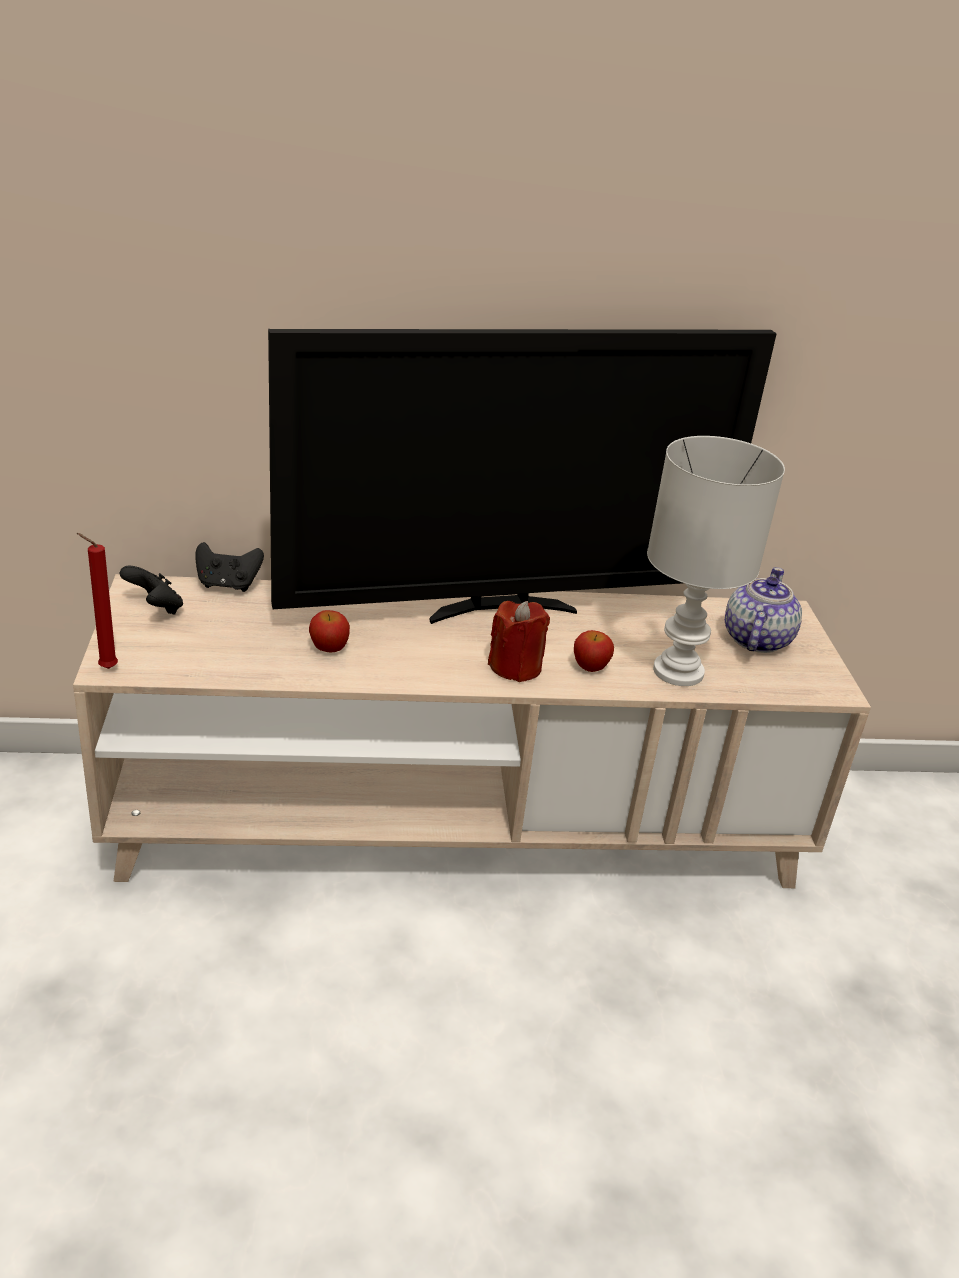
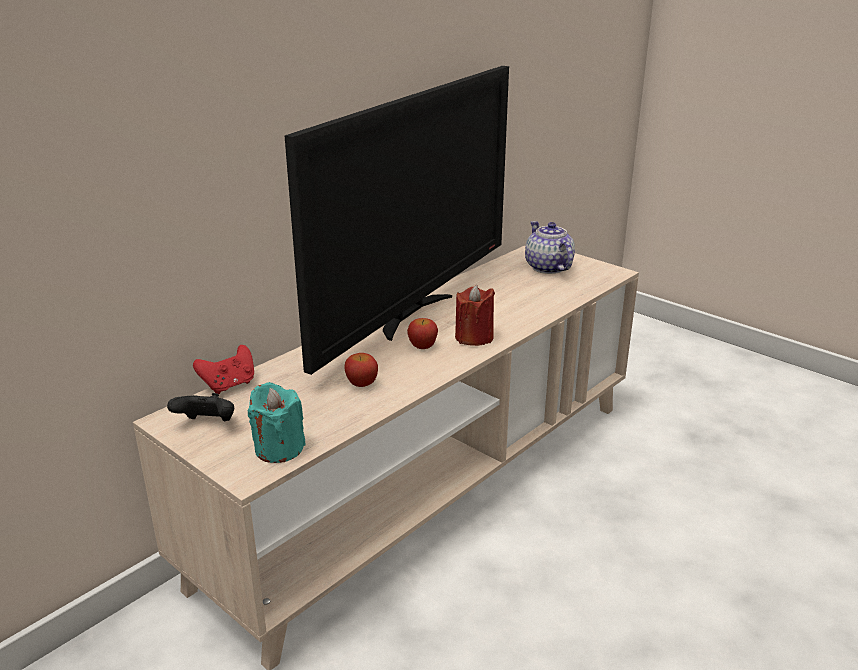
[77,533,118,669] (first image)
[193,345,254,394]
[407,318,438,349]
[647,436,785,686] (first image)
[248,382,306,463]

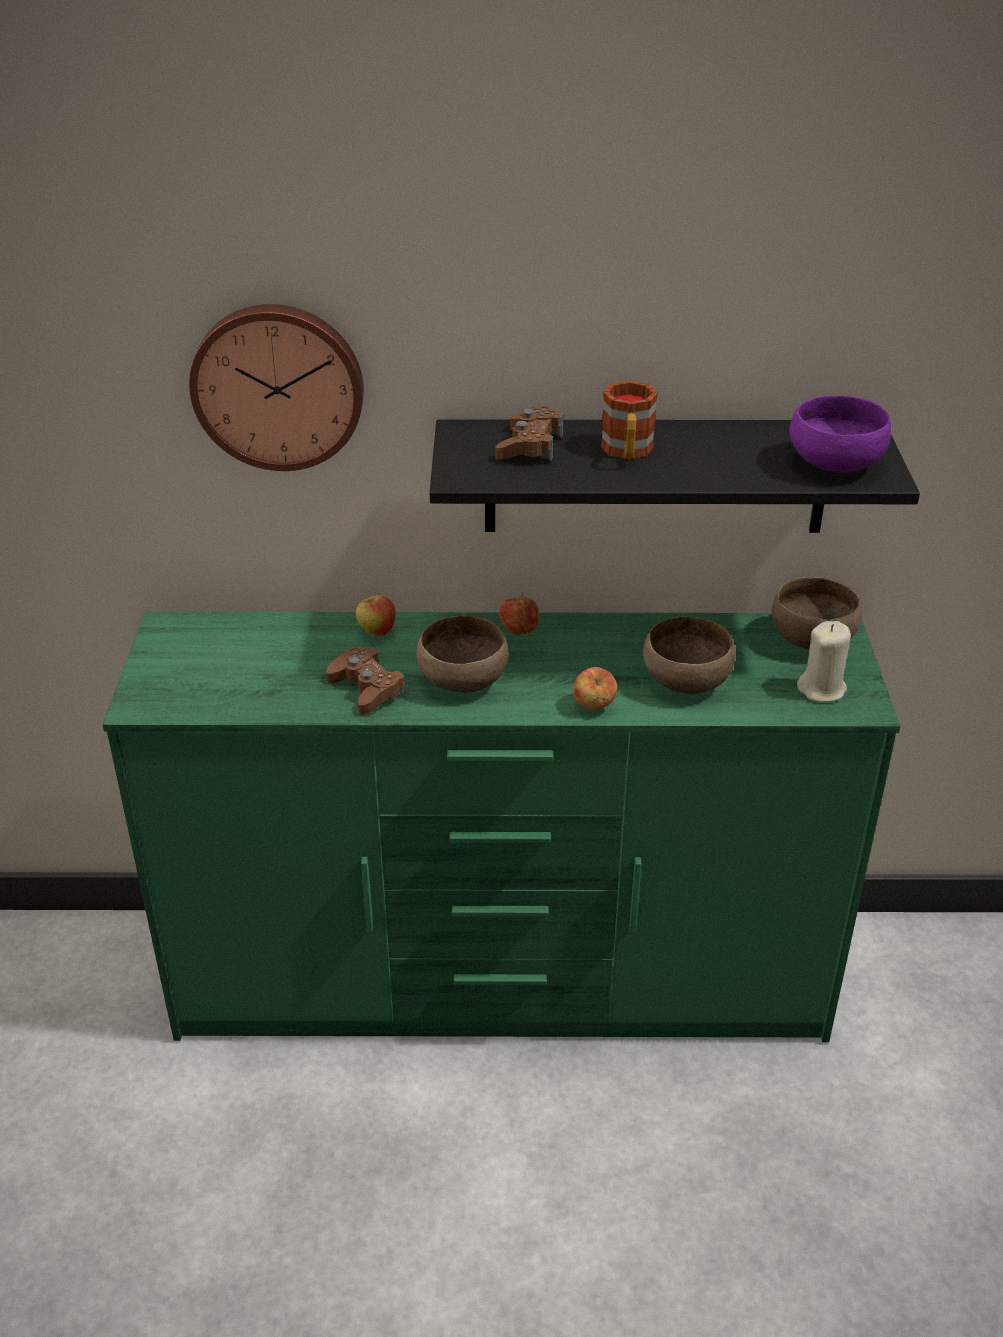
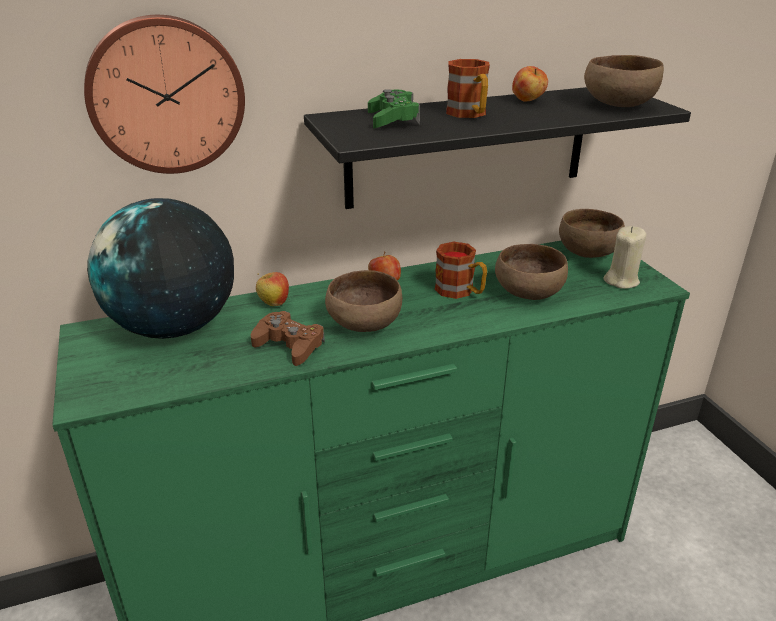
[368,89,420,128]
[512,66,548,102]
[584,55,664,107]
[87,198,234,339]
[435,242,487,299]

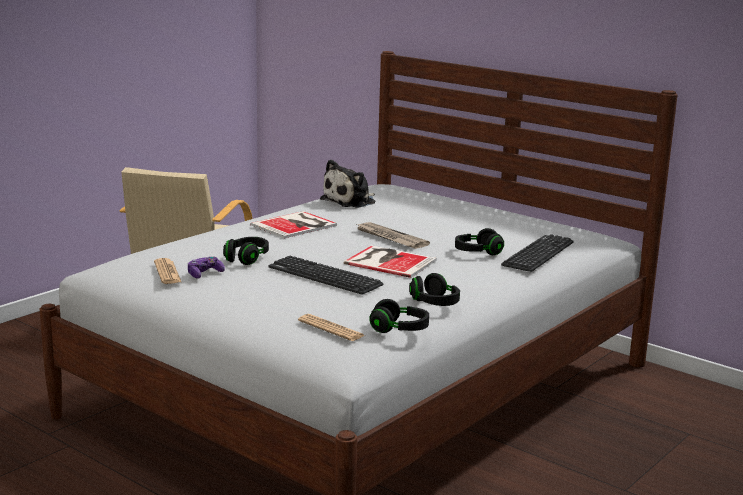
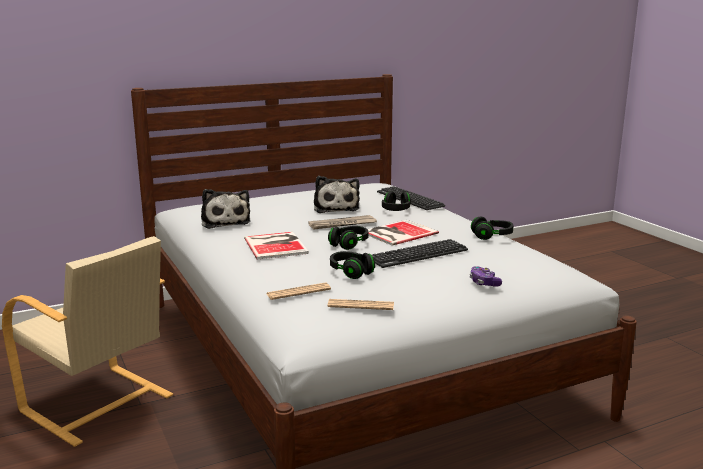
[470,266,502,287]
[267,283,331,300]
[328,226,368,250]
[314,176,360,213]

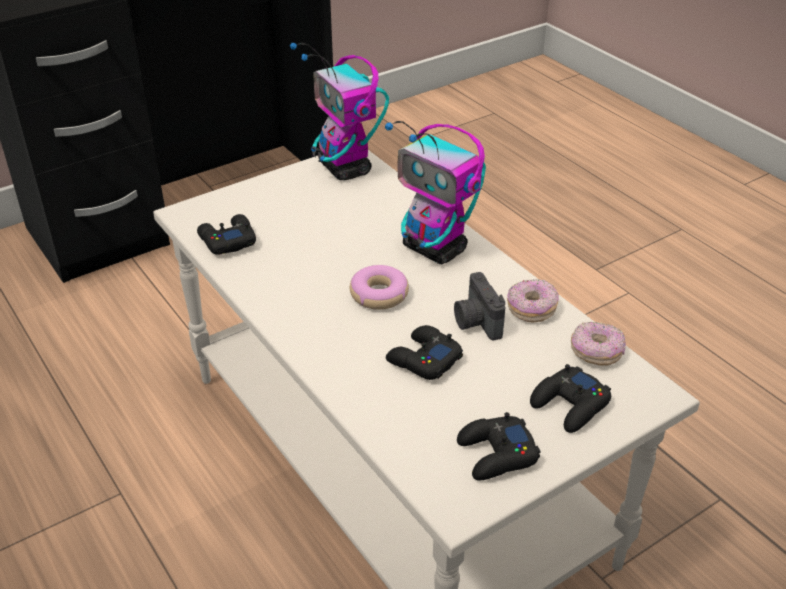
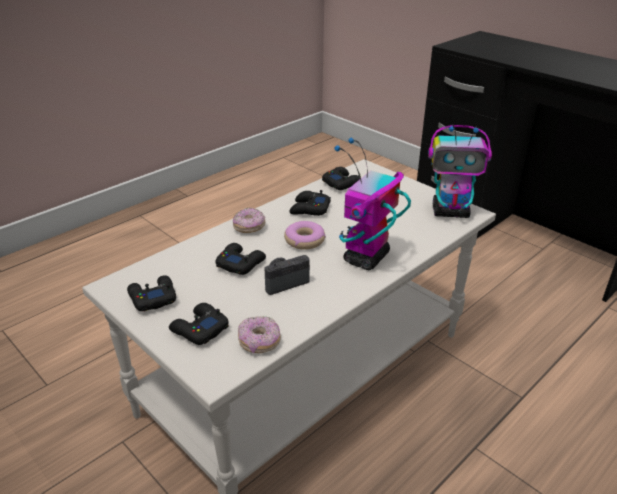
[428,125,492,218]
[233,208,265,233]
[289,190,331,216]

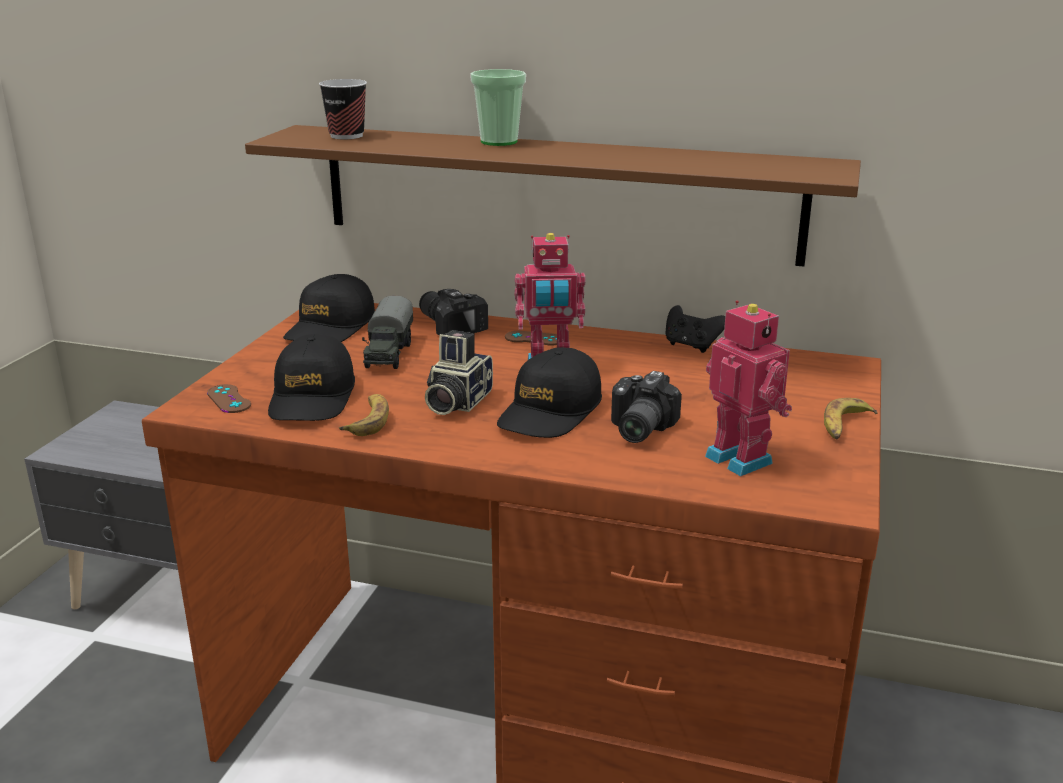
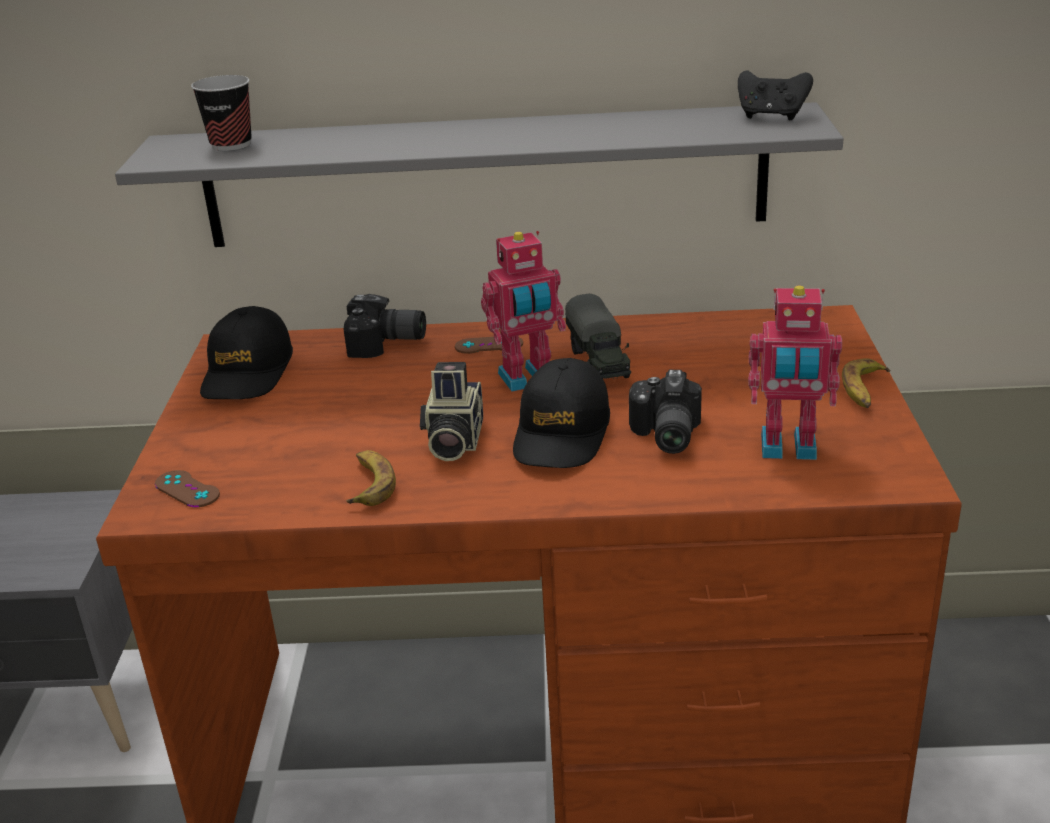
[115,102,844,247]
[268,334,355,421] (first image)
[565,294,631,379]
[344,294,426,358]
[470,69,526,146] (first image)
[738,70,813,120]
[748,285,842,460]

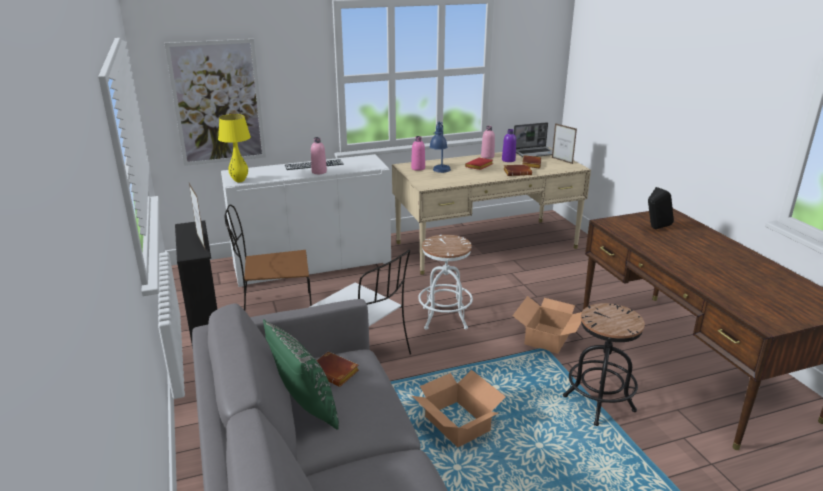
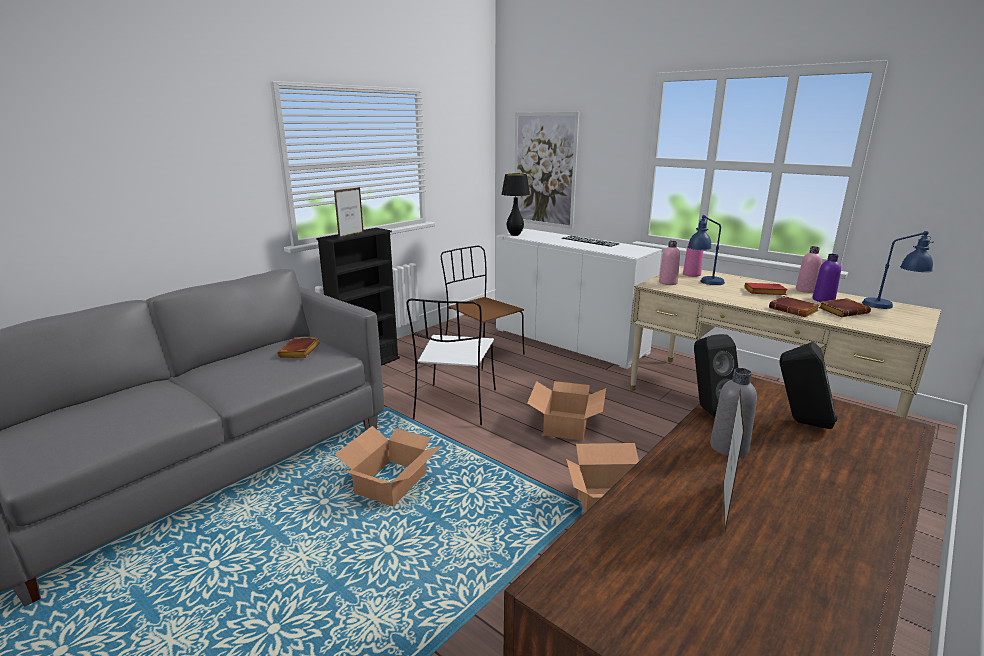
[502,174,530,236]
[263,319,339,430] (first image)
[659,241,680,285]
[527,381,606,441]
[862,231,934,309]
[723,390,745,531]
[563,303,645,426] (first image)
[694,334,738,418]
[710,368,757,457]

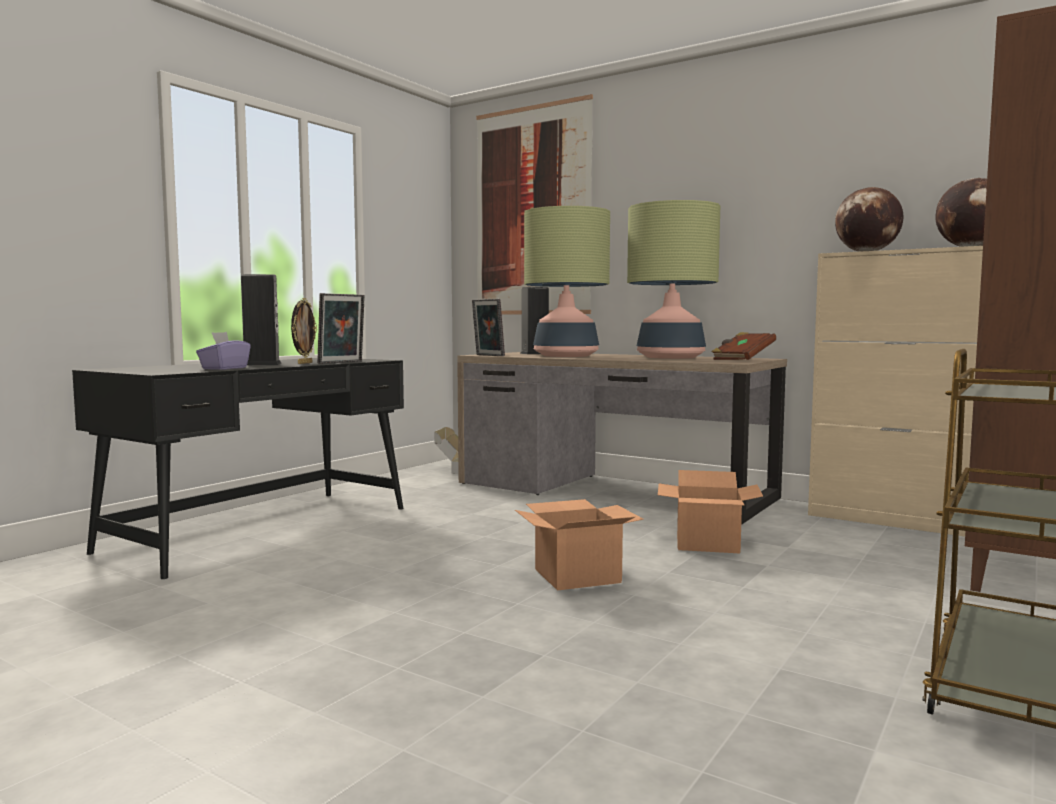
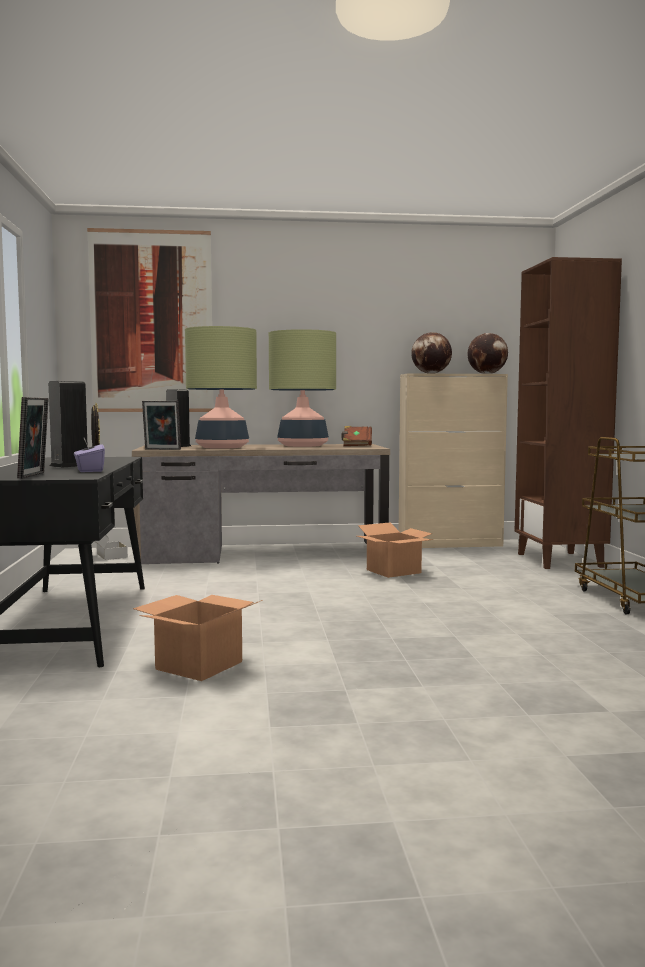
[17,397,49,479]
[133,595,263,681]

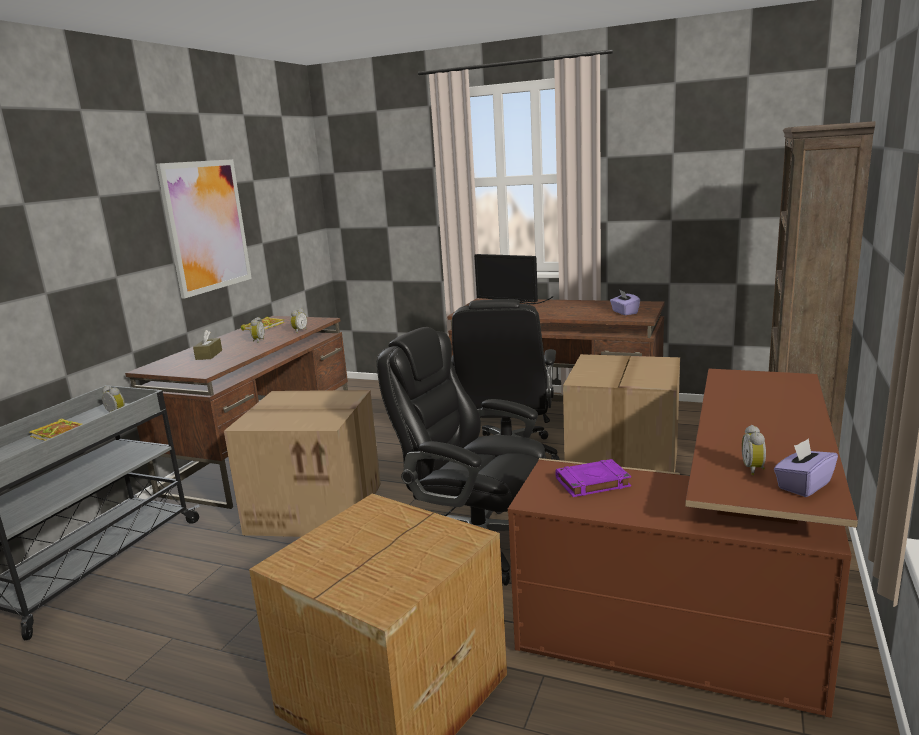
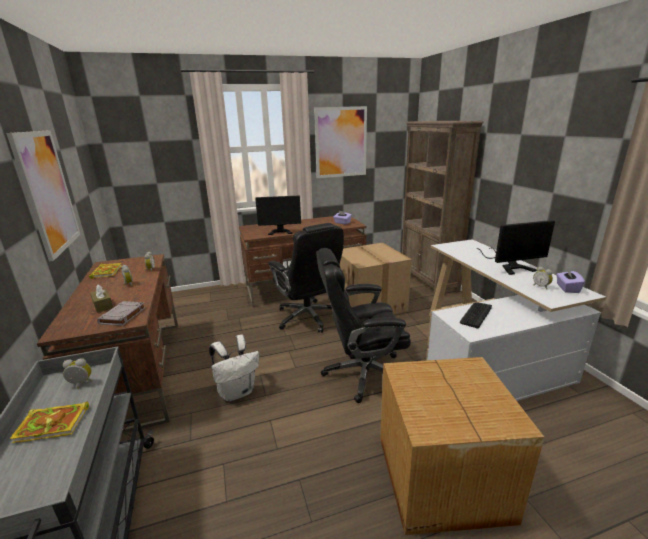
[209,335,259,401]
[426,239,606,401]
[460,302,492,329]
[97,301,145,326]
[314,106,367,178]
[477,220,555,275]

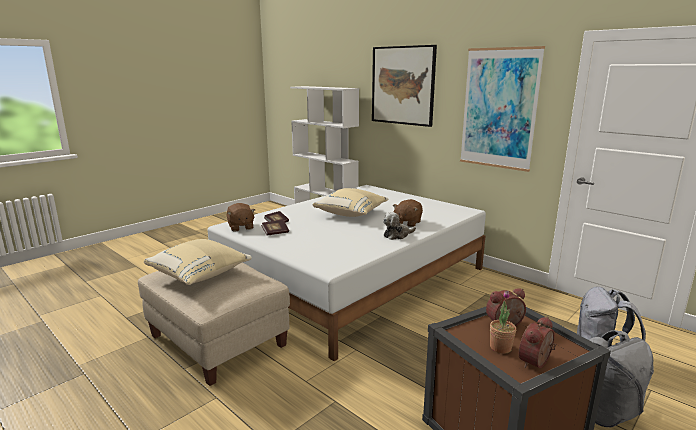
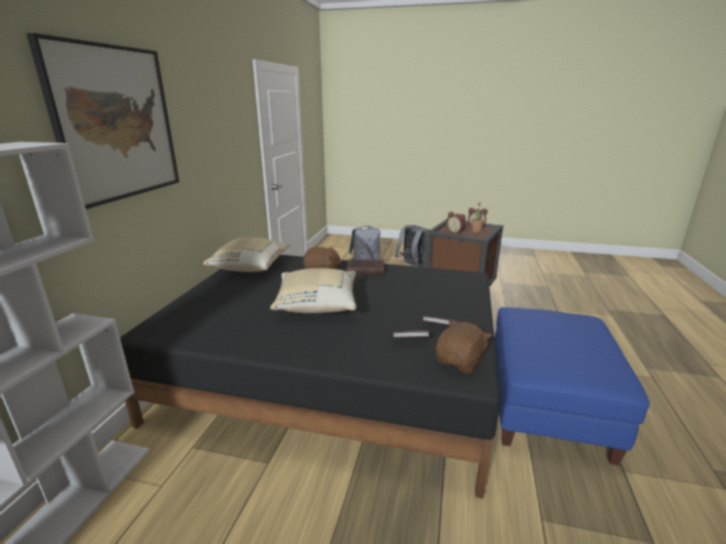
[494,307,650,466]
[203,237,290,272]
[120,255,501,499]
[346,259,384,275]
[460,46,545,172] (first image)

